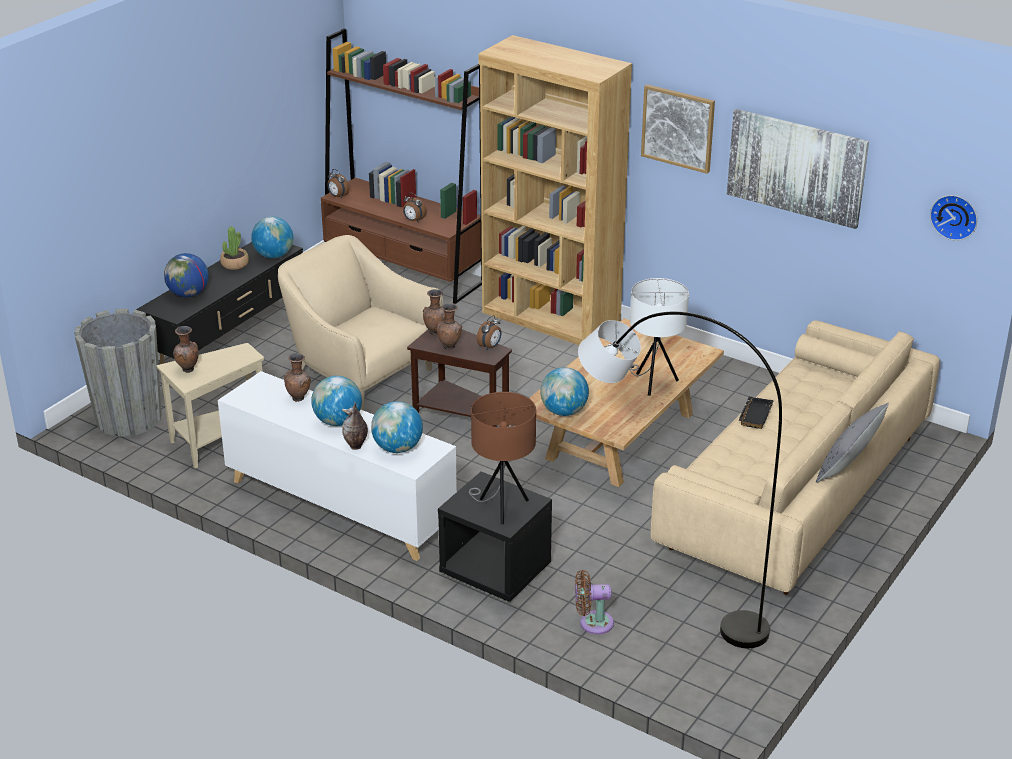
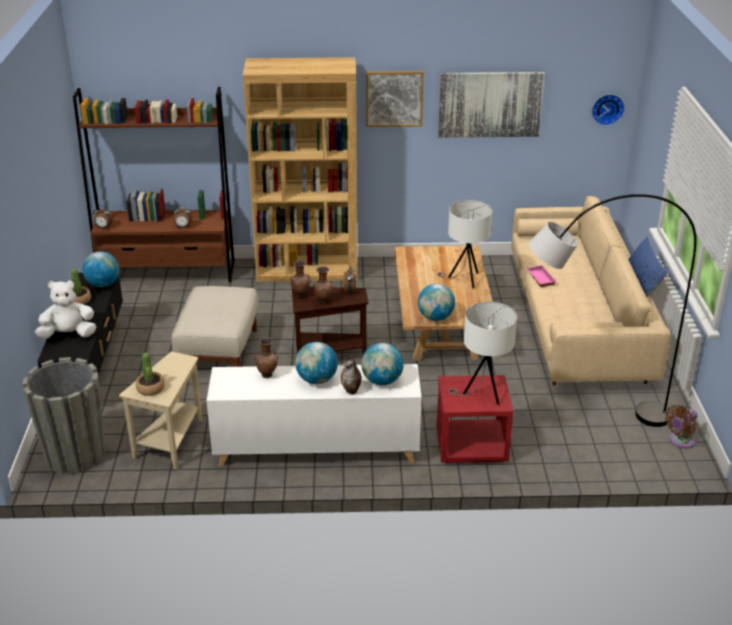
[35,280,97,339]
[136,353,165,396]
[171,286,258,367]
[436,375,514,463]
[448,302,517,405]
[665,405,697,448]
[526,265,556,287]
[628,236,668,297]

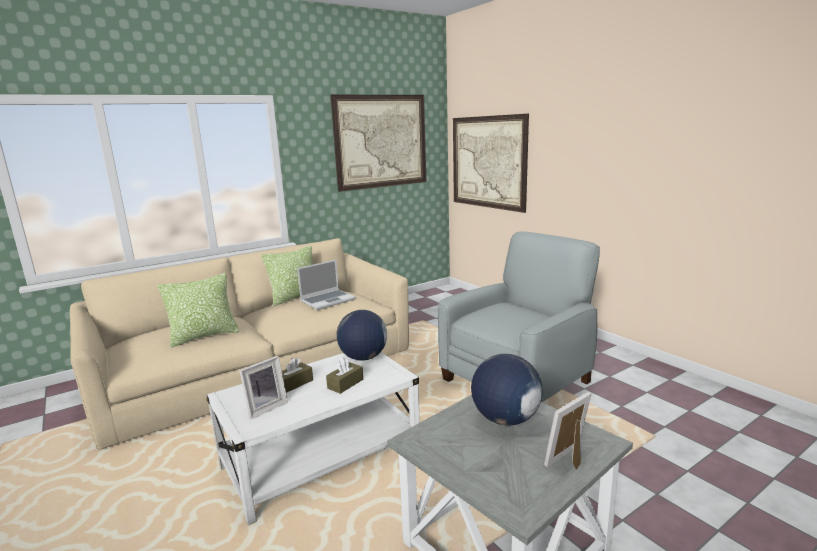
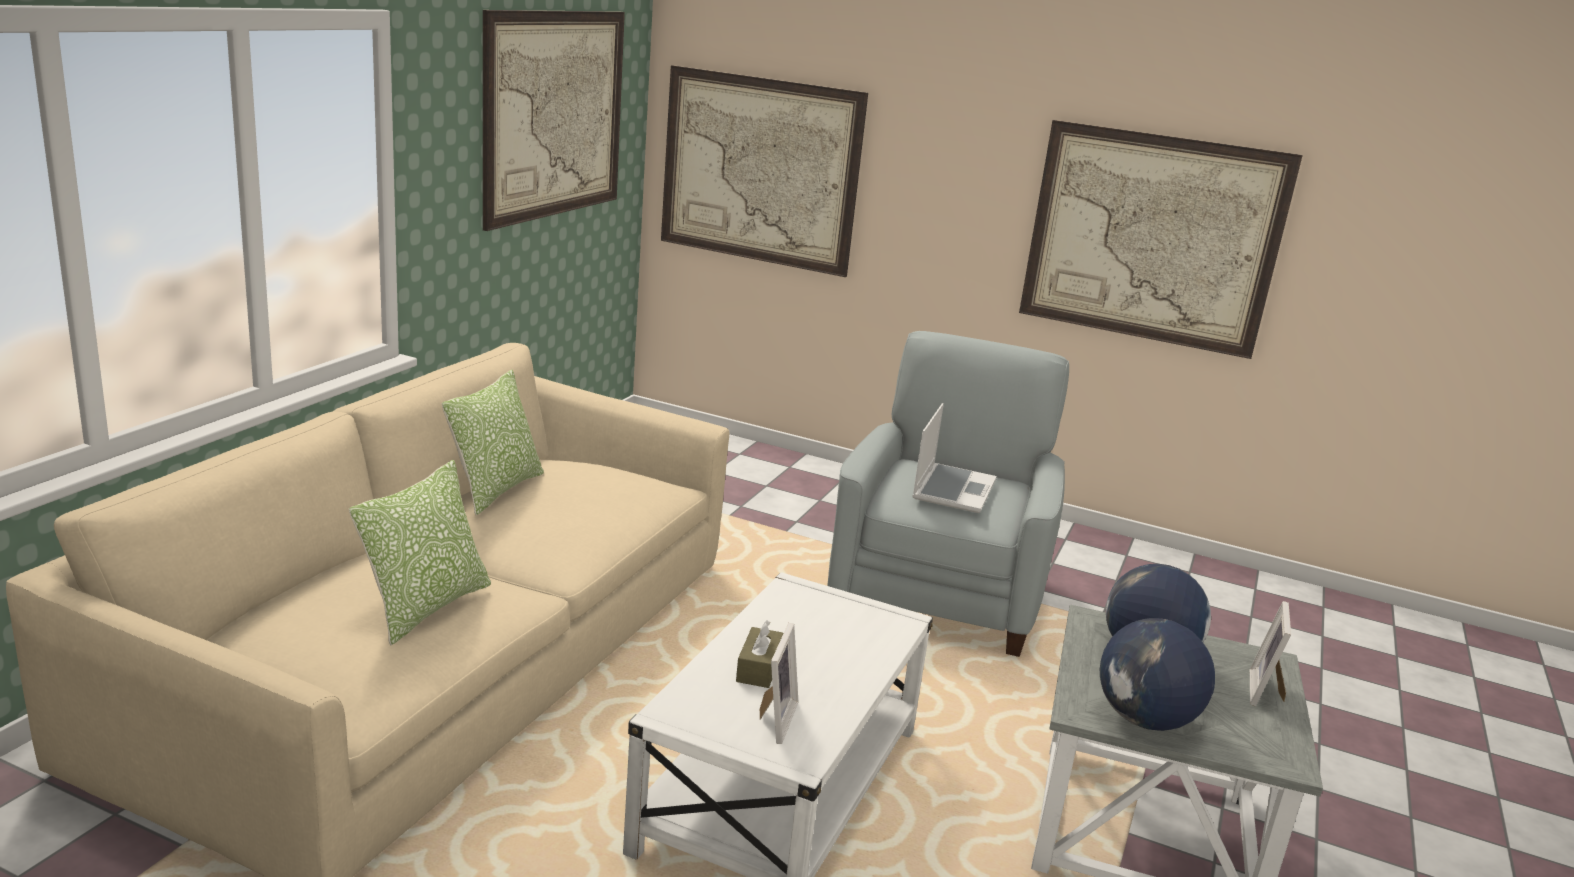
[912,403,996,513]
[326,357,363,394] (first image)
[1100,618,1215,731]
[1019,120,1303,359]

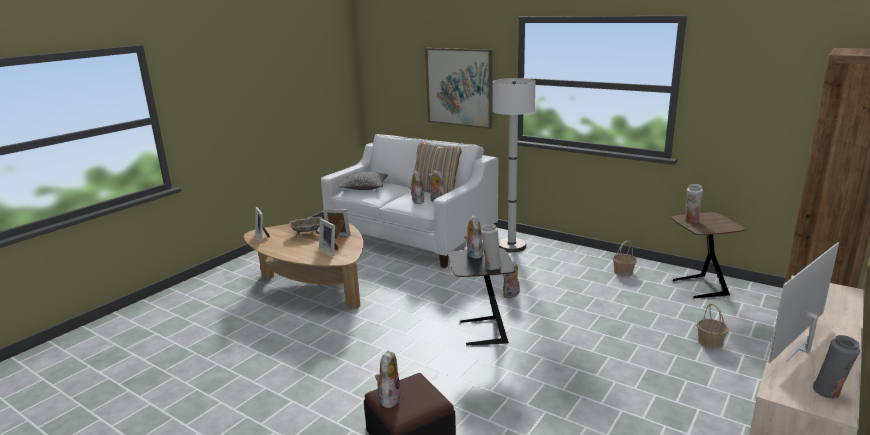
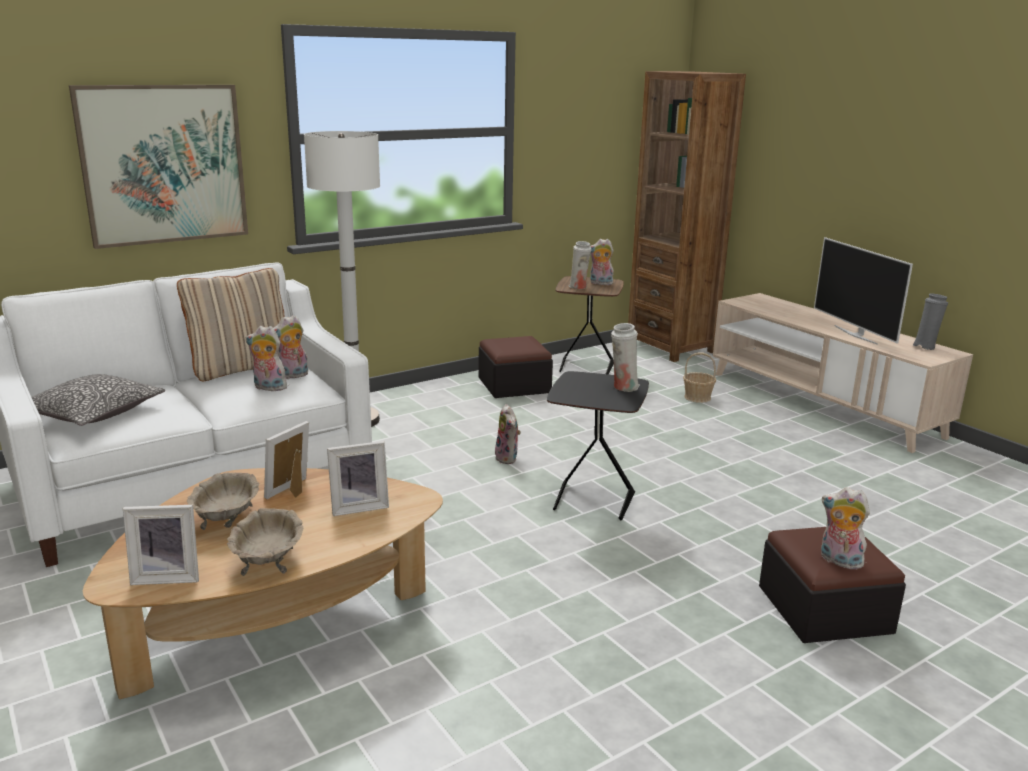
[589,239,614,285]
[479,336,553,398]
[227,508,303,576]

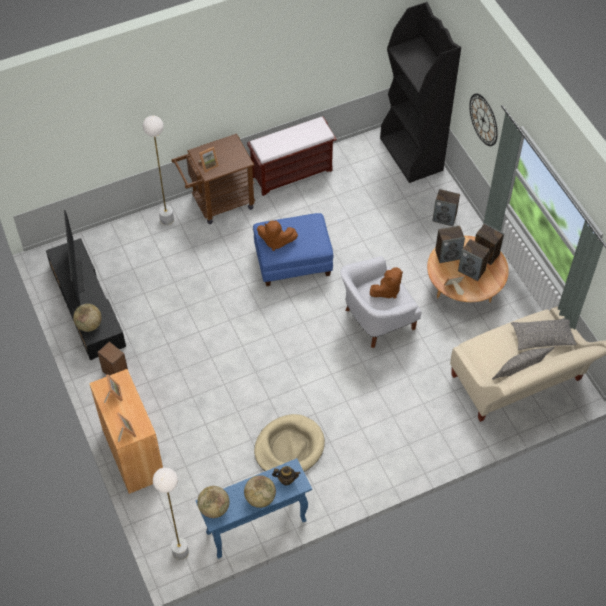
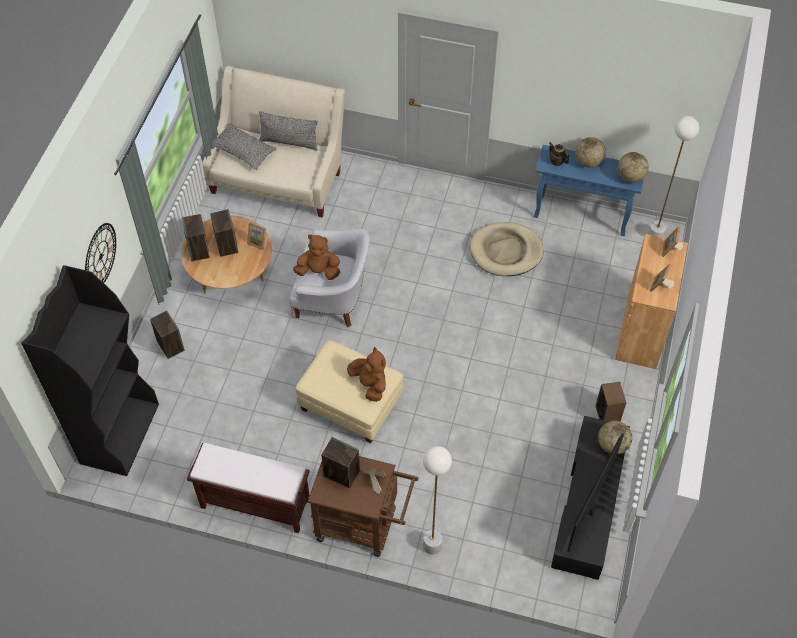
[295,341,404,444]
[321,437,360,488]

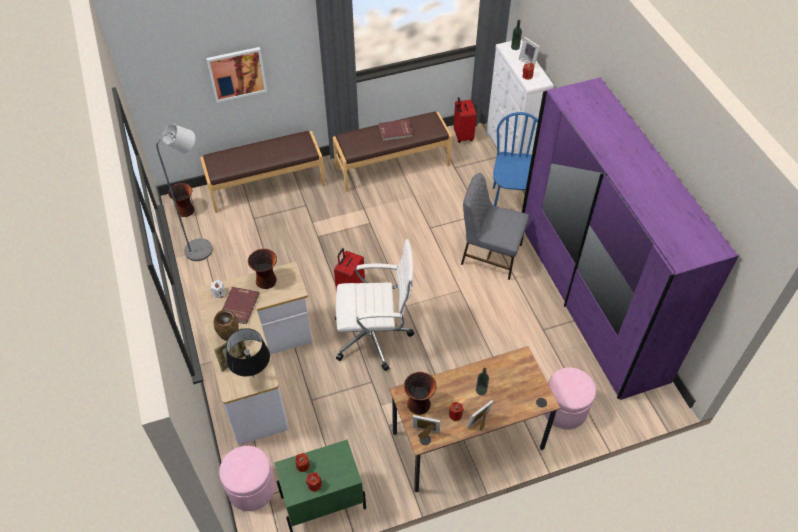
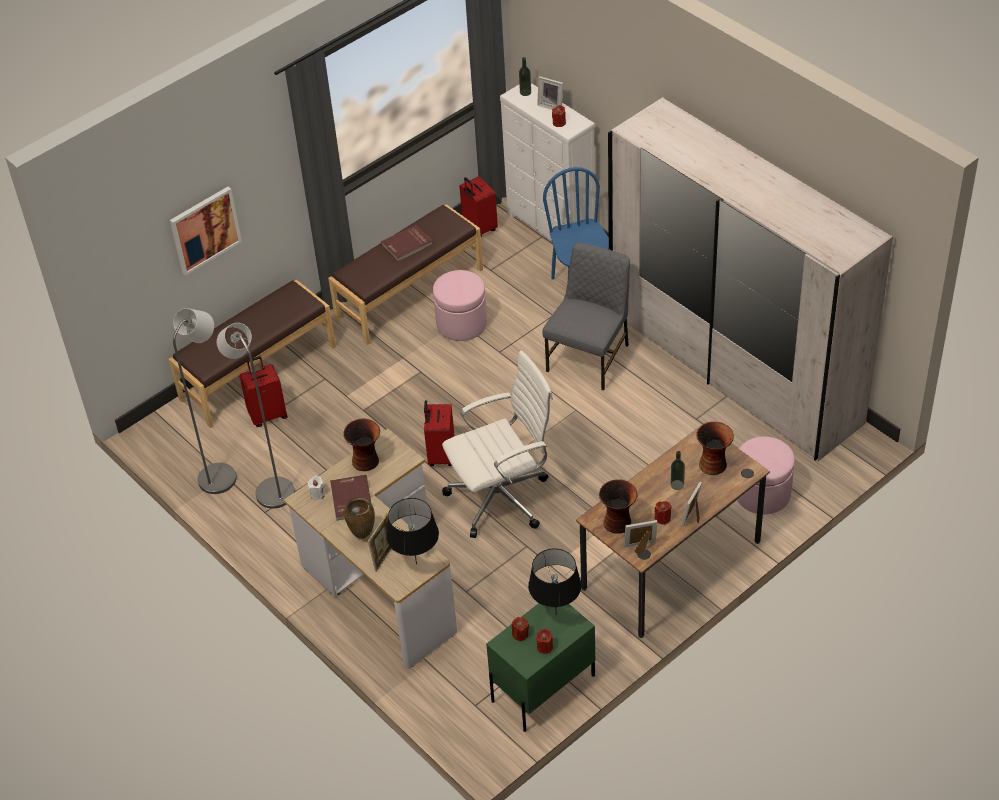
[696,422,734,475]
[433,270,487,341]
[543,243,630,391]
[608,97,893,461]
[217,323,295,509]
[239,356,287,427]
[528,548,582,608]

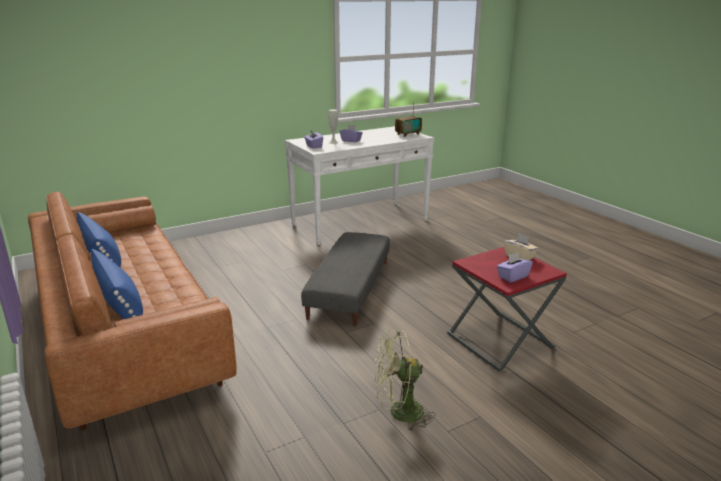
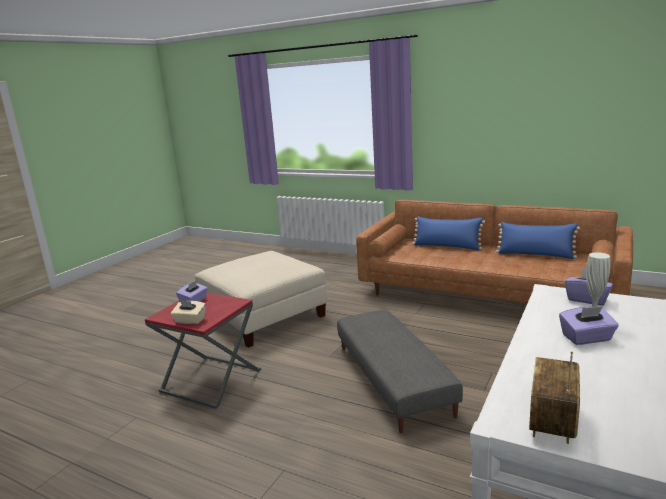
[195,251,327,348]

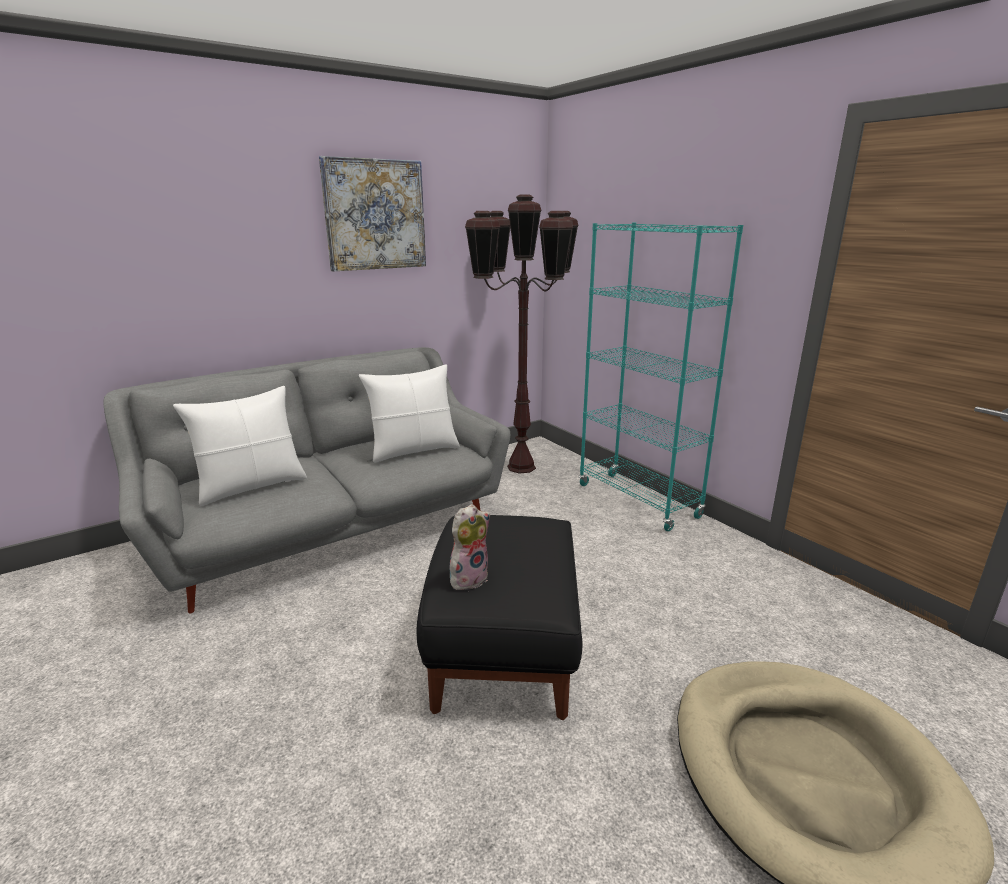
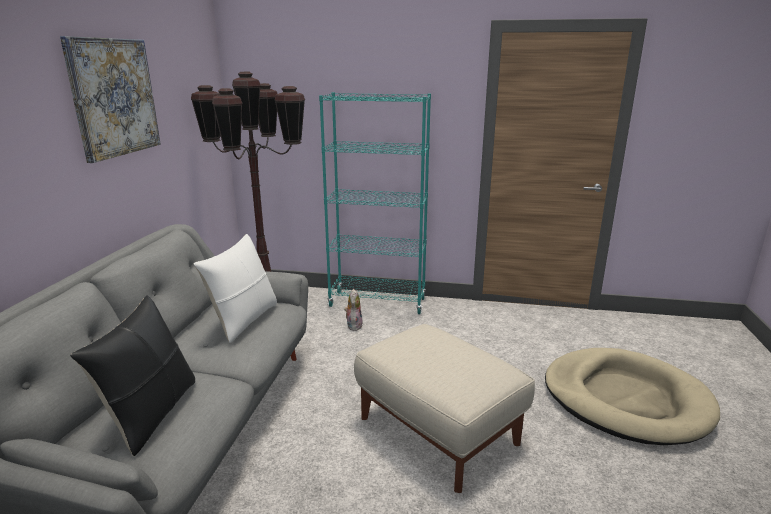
[70,295,195,456]
[354,324,535,493]
[344,289,363,331]

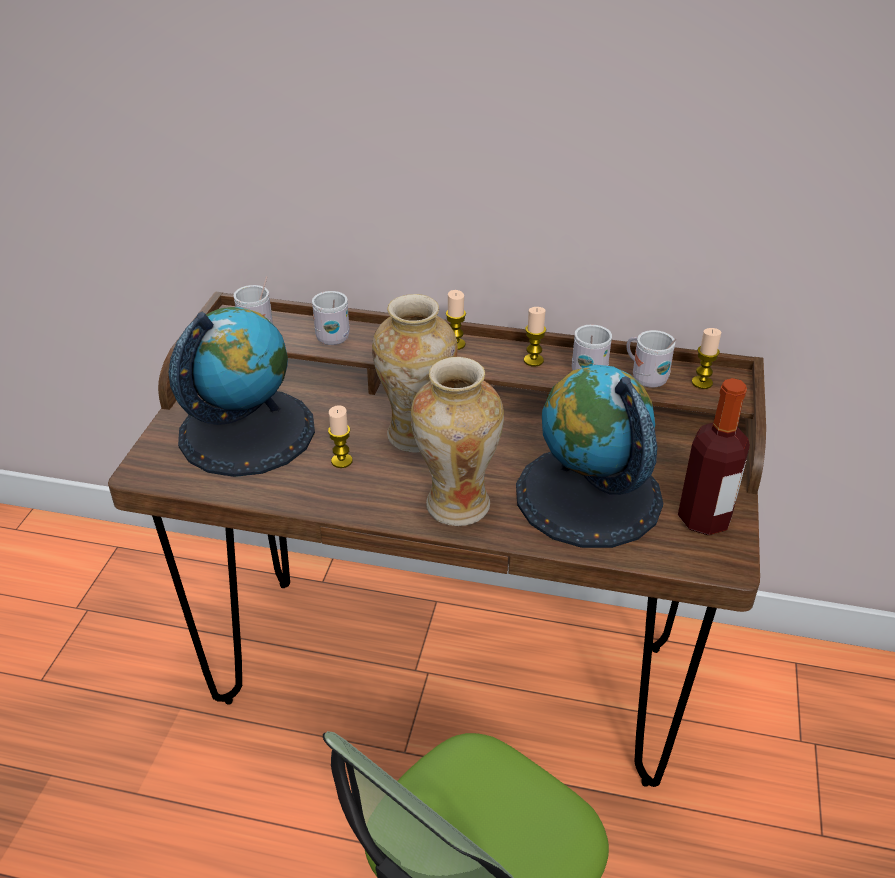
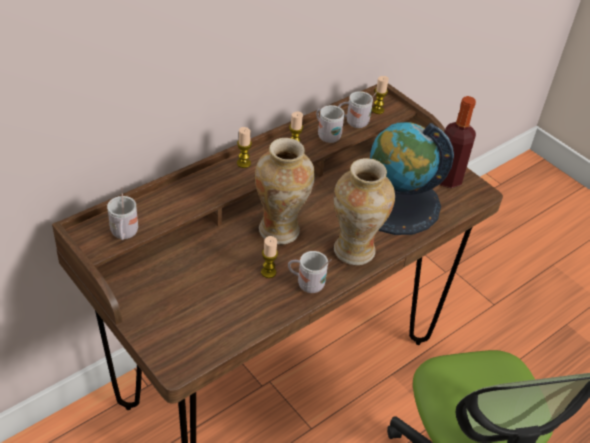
[169,307,315,477] (first image)
[288,251,332,293]

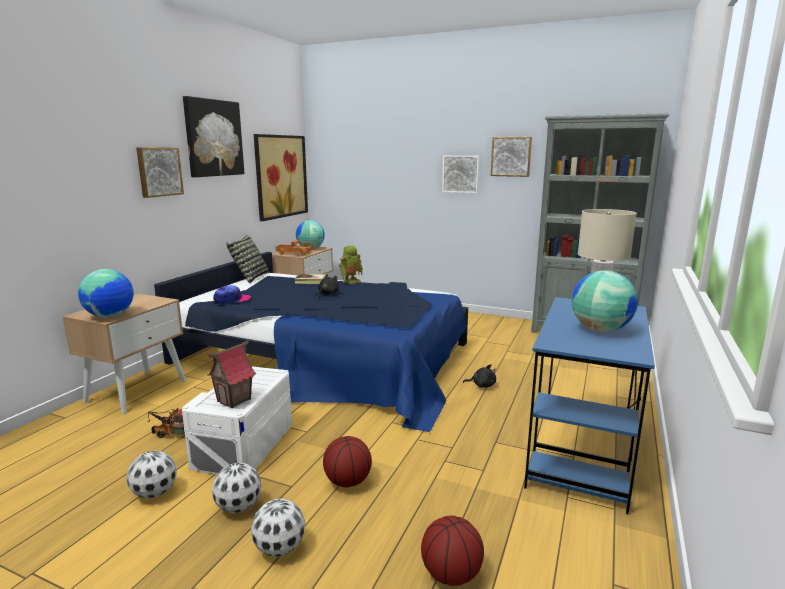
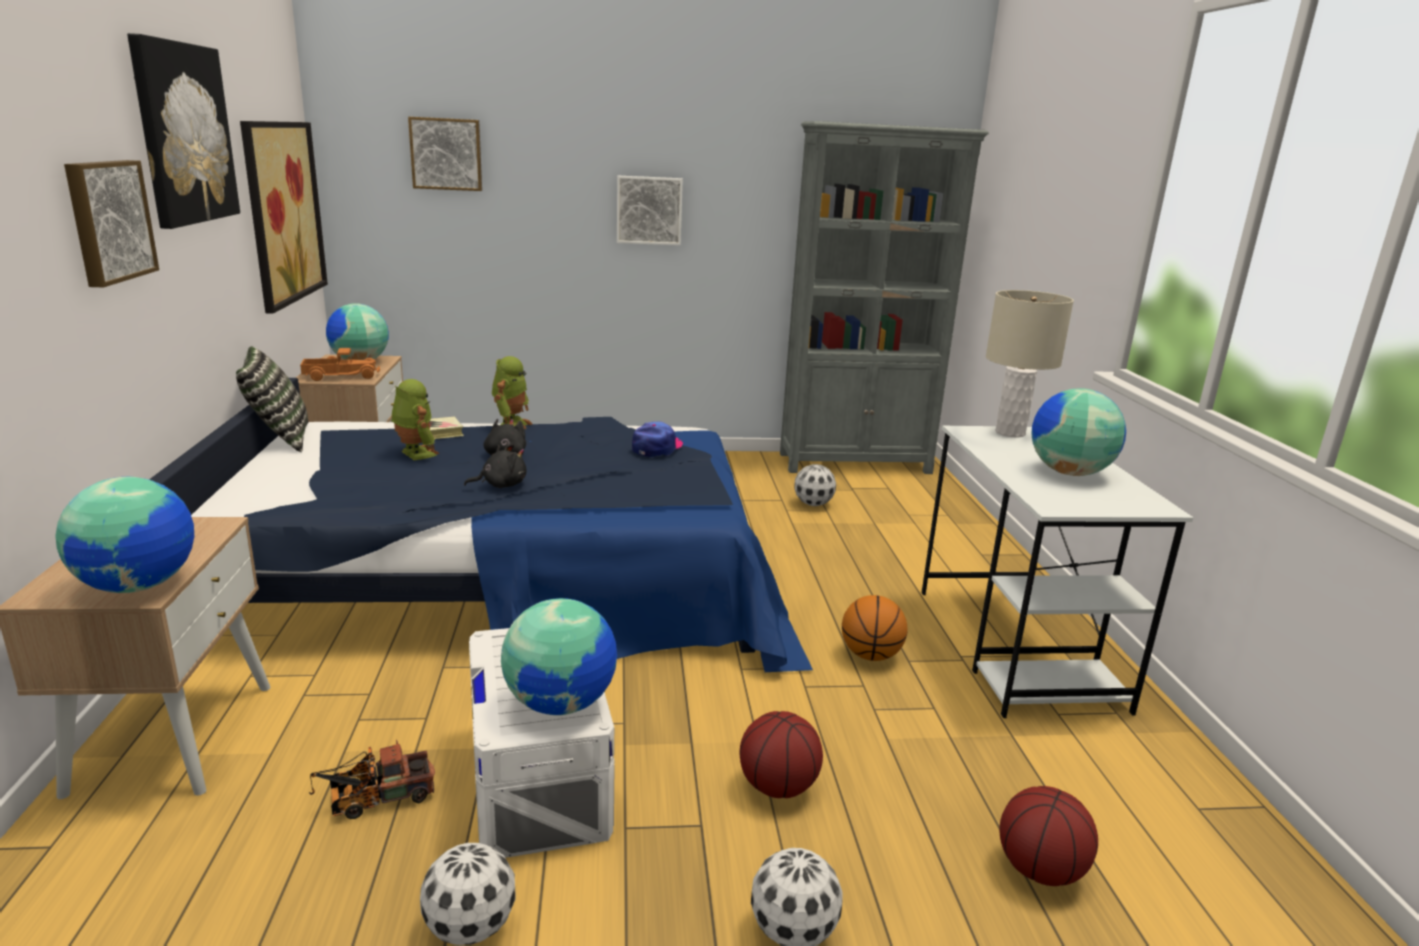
[501,598,617,715]
[794,464,836,506]
[632,422,683,457]
[464,444,526,488]
[408,117,482,191]
[921,426,1193,718]
[391,379,439,461]
[842,595,908,661]

